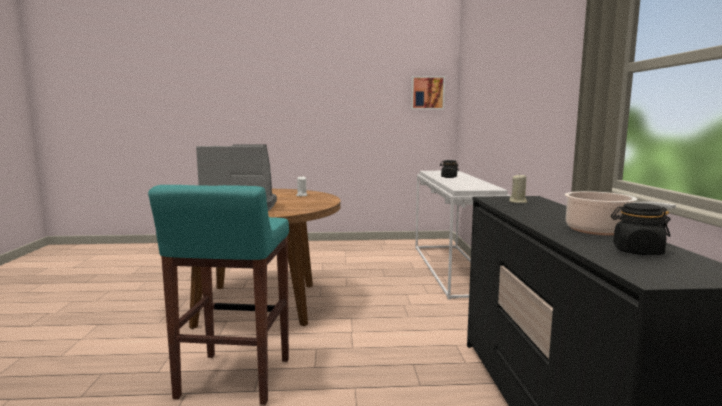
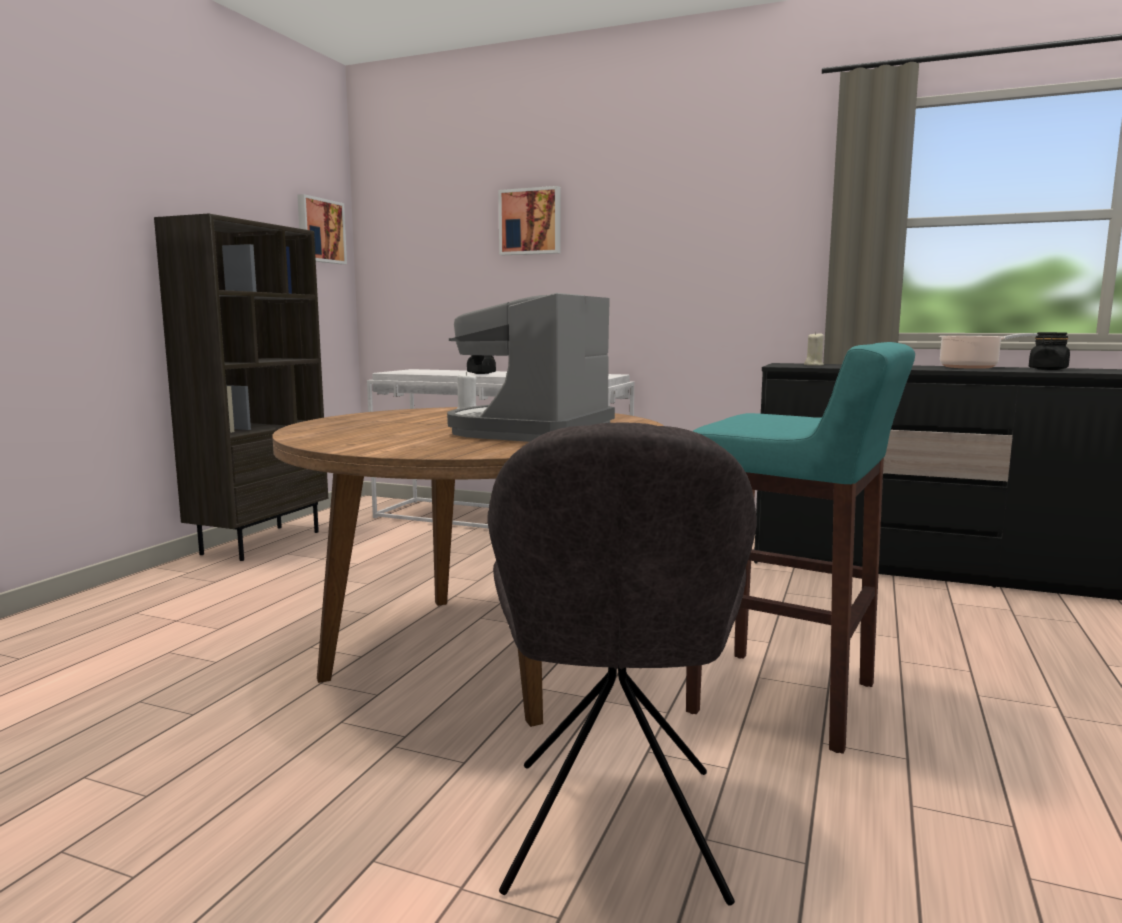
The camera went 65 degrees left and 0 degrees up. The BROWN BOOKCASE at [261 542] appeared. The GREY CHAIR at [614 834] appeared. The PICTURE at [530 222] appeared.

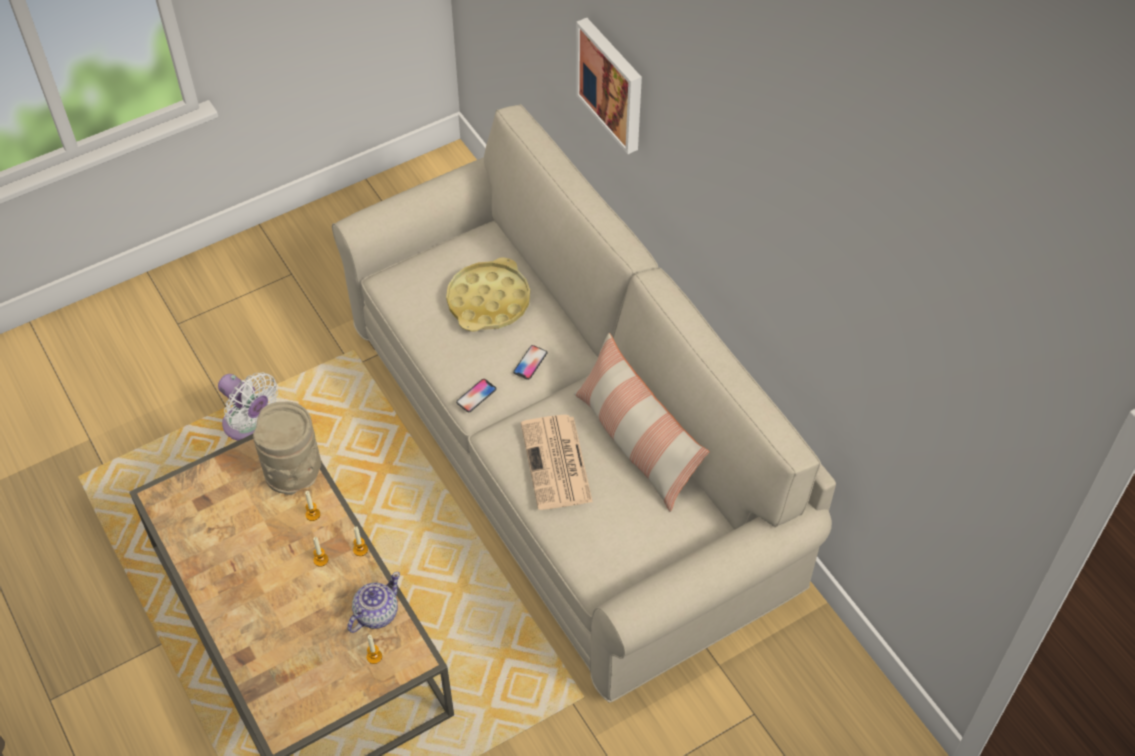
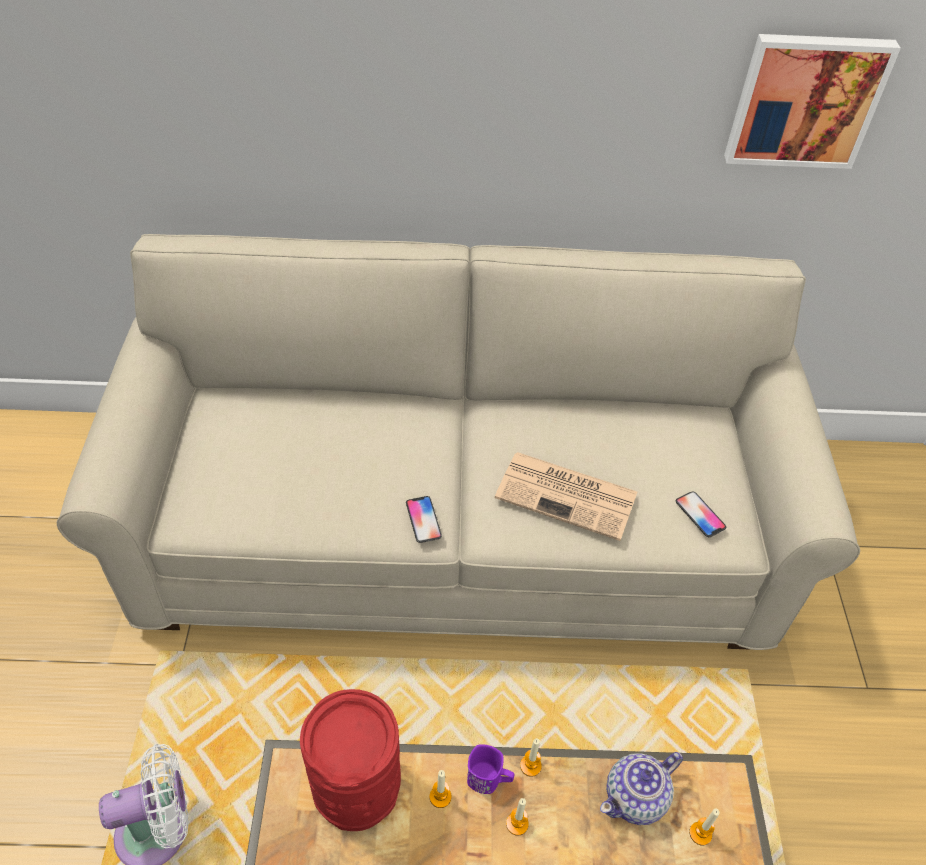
The camera went 60 degrees left and 5 degrees down. The BEIGE VASE at [294 472] became the RED VASE at [358 785]. The PURPLE MUG at [489 779] appeared. The TEAPOT at [375 613] turned 105 degrees counterclockwise. The PHONE moved from [530 363] to [700 515]. The PICTURE moved from [612 84] to [805 100]. The YELLOW TRAY at [488 301] disappeared. The PILLOW at [636 442] disappeared.

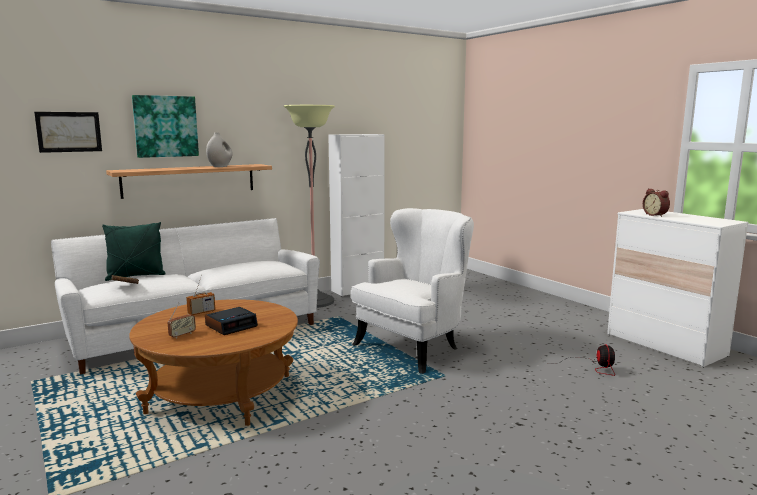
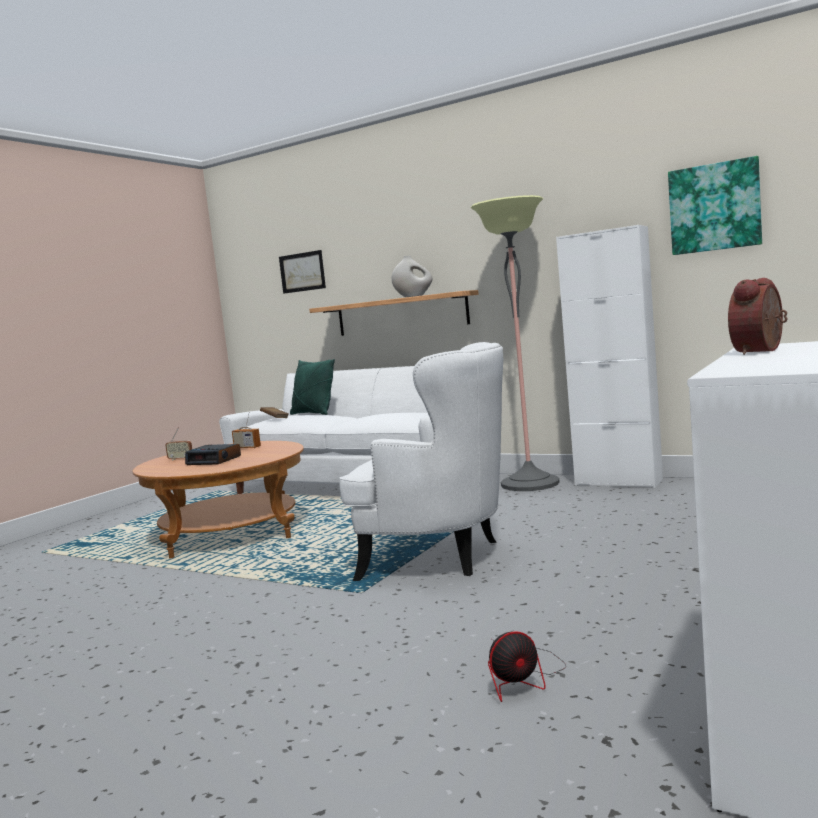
The camera went 65 degrees right and 5 degrees down. The PICTURE moved from [165 126] to [714 207].

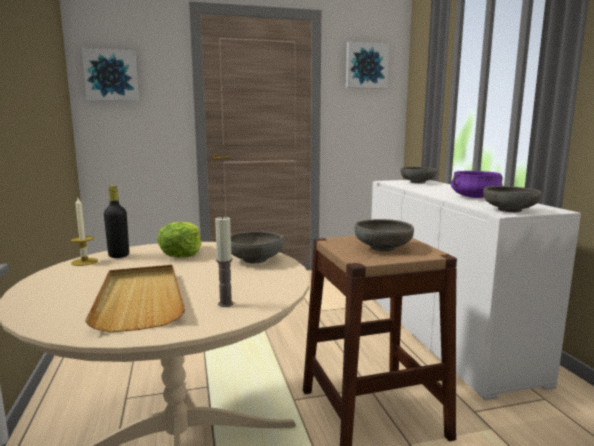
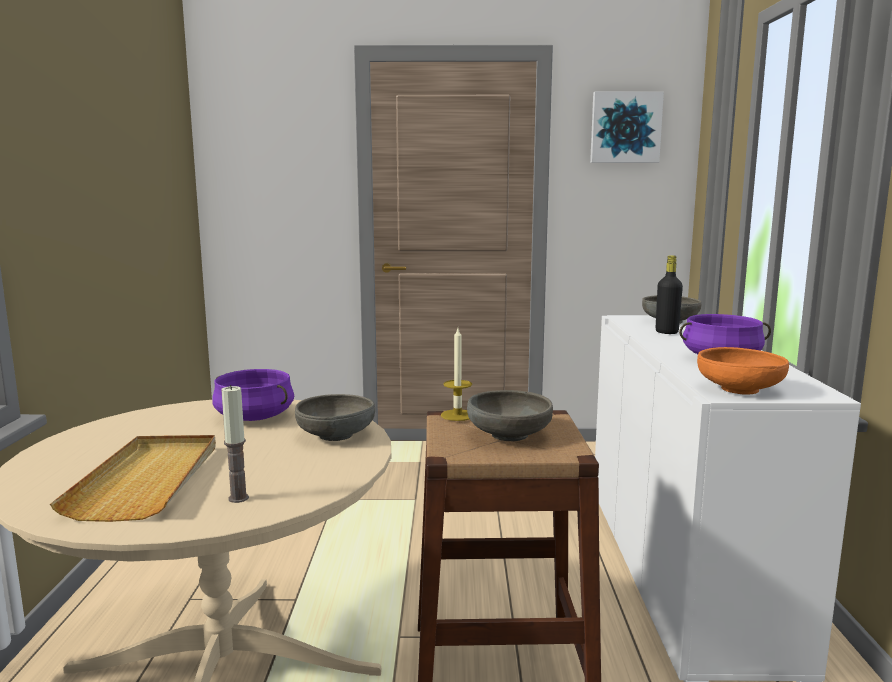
The camera went 15 degrees right and 0 degrees up. The LETTUCE at [182 253] was replaced by the PURPLE COOKING POT at [254 417]. The CANDLE moved from [84 262] to [457 415]. The BLACK BOTTLE moved from [119 255] to [666 332]. The GREY BOWL at [509 210] became the ORANGE BOWL at [739 389]. The PICTURE at [111 75] disappeared.

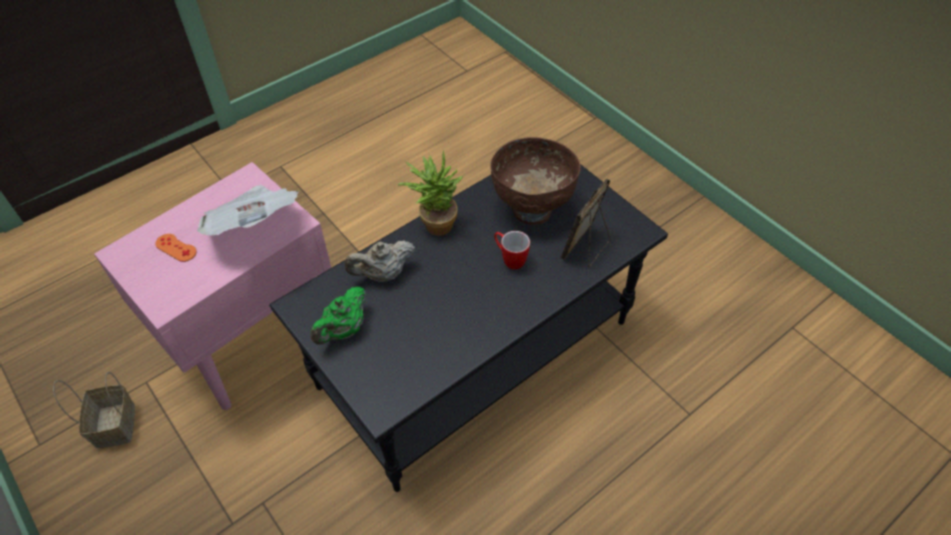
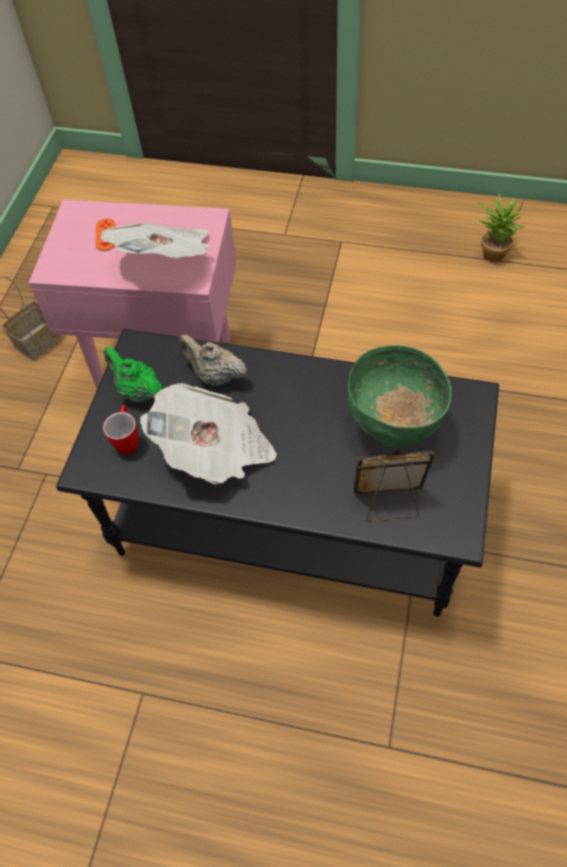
The camera went 55 degrees right and 5 degrees up. The GREEN TEAPOT at [343 330] turned 45 degrees clockwise. The MUG moved from [509 259] to [128 440]. The NEWSPAPER at [215 451] appeared. The BROWN BOWL at [532 208] became the GREEN BOWL at [393 428]. The POTTED PLANT moved from [434 223] to [493 251].

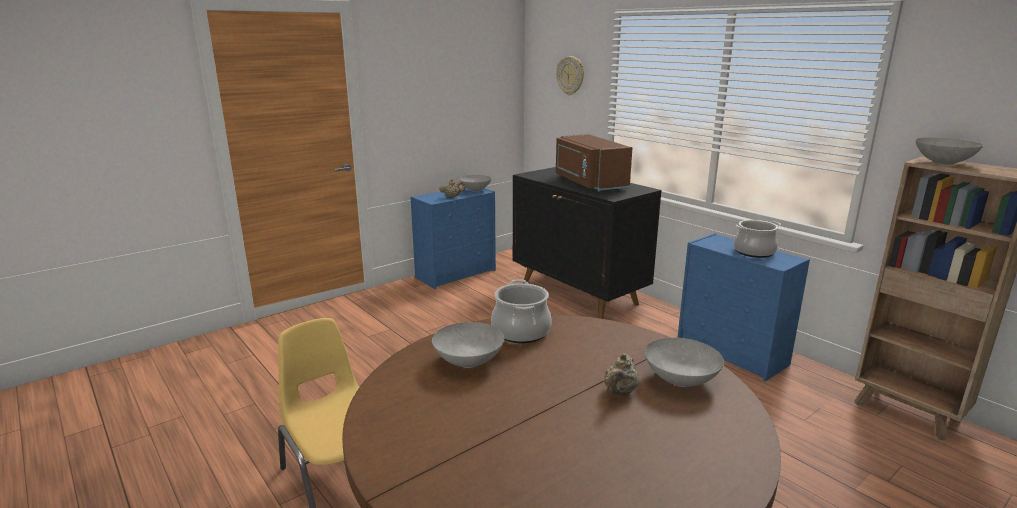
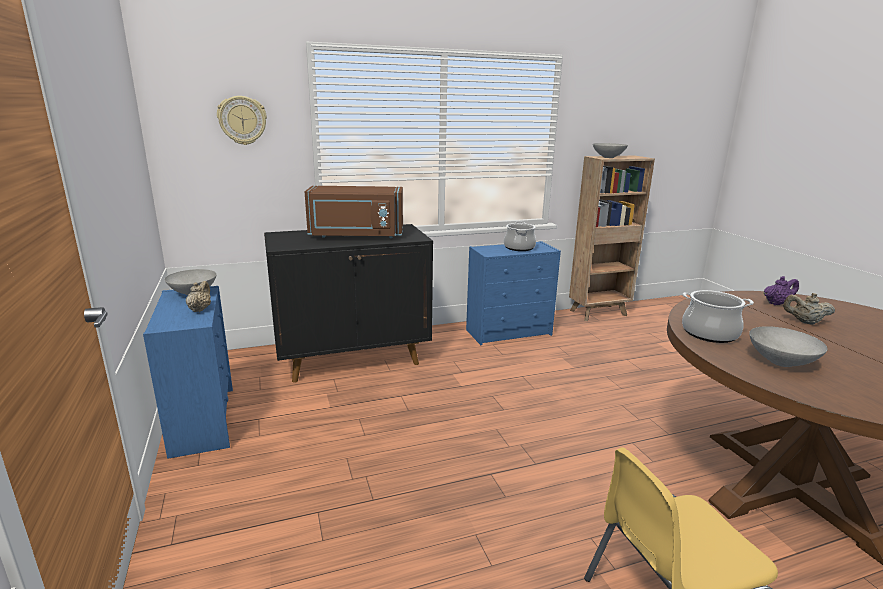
The camera went 70 degrees left and 0 degrees up. The GREY BOWL at [682 381] was replaced by the PURPLE TEAPOT at [777 303]. The BEIGE TEAPOT at [619 392] turned 150 degrees clockwise.

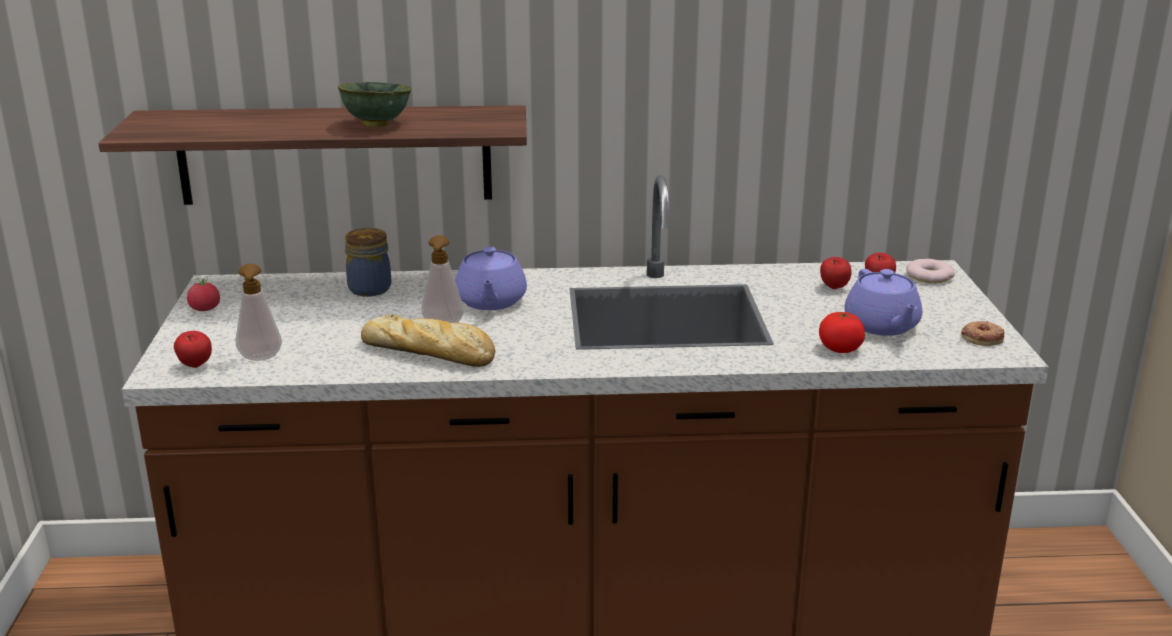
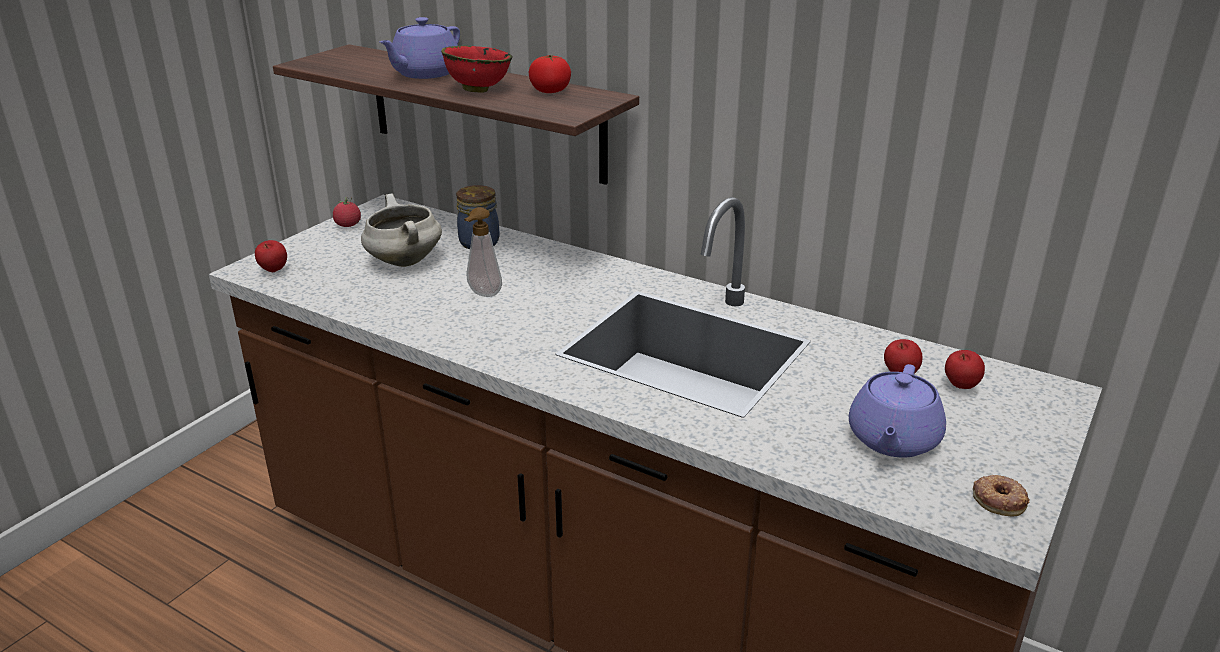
The camera went 35 degrees right and 5 degrees up. The WHITE COOKING POT at [403 261] appeared. The PURPLE TEAPOT moved from [490 302] to [424 73]. The GREEN BOWL at [375 125] became the RED BOWL at [477 90]. The TOMATO moved from [840 349] to [550 91]. The SOAP DISPENSER at [260 359] disappeared. The BREAD at [430 353] disappeared. The DONUT at [929 276] disappeared.

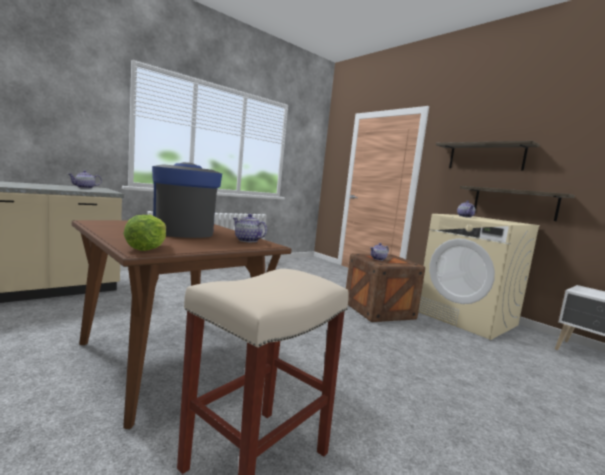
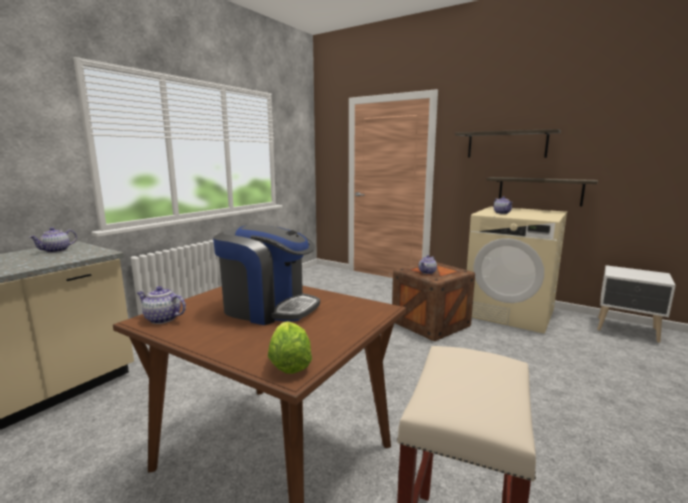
The camera went 15 degrees left and 5 degrees up. The TEAPOT moved from [247 240] to [162 319]. The COFFEE MACHINE at [183 231] turned 150 degrees clockwise.

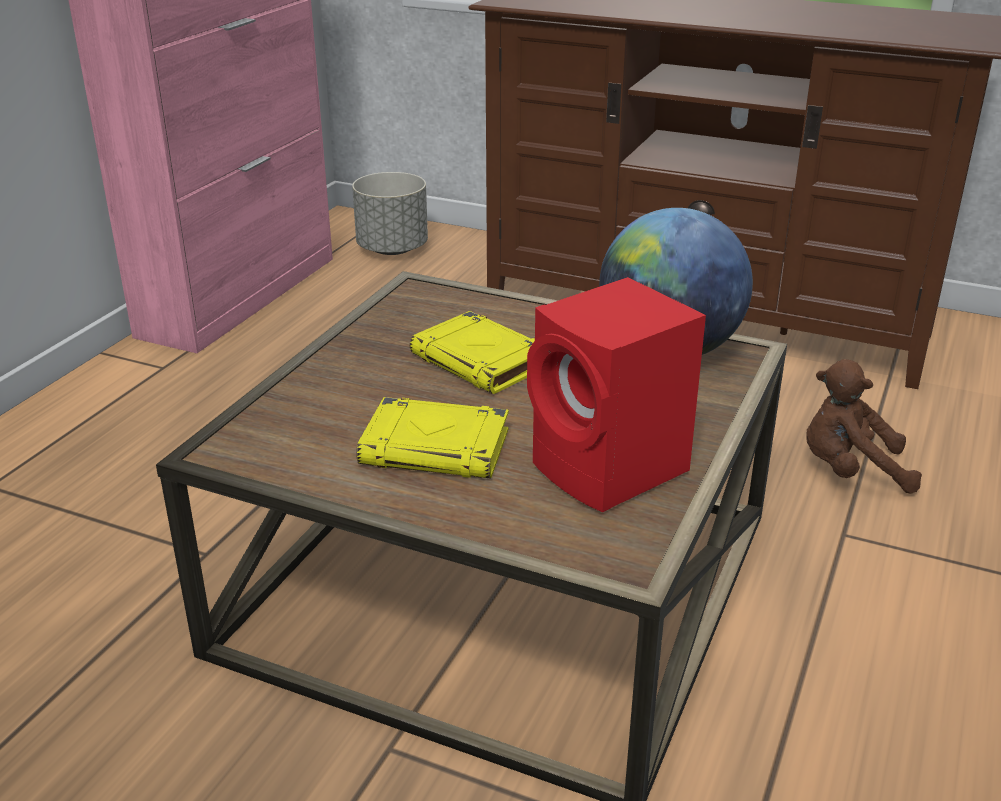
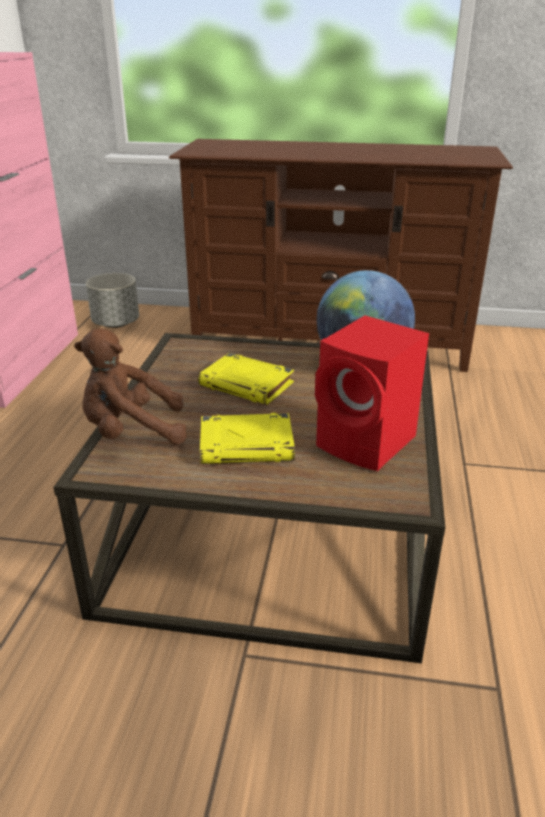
The camera went 15 degrees left and 0 degrees up. The BROWN PLUSH TOY moved from [850 471] to [131 432].

